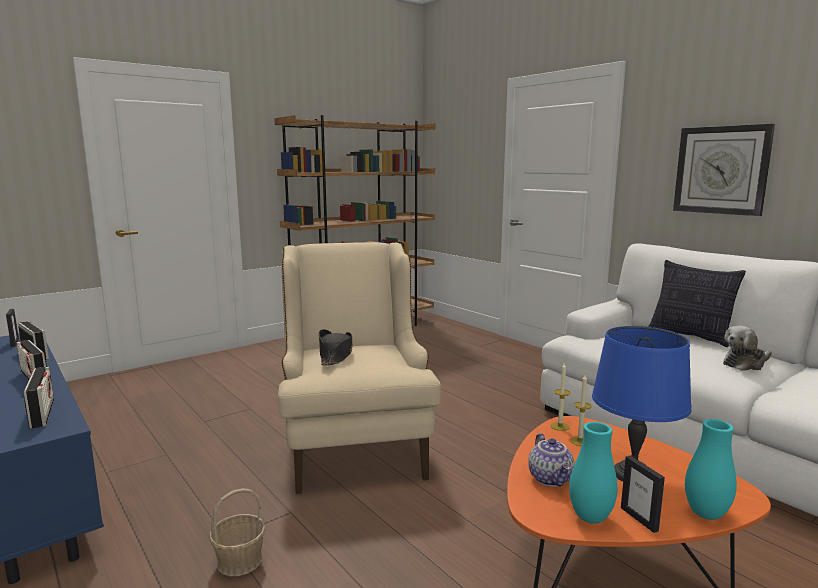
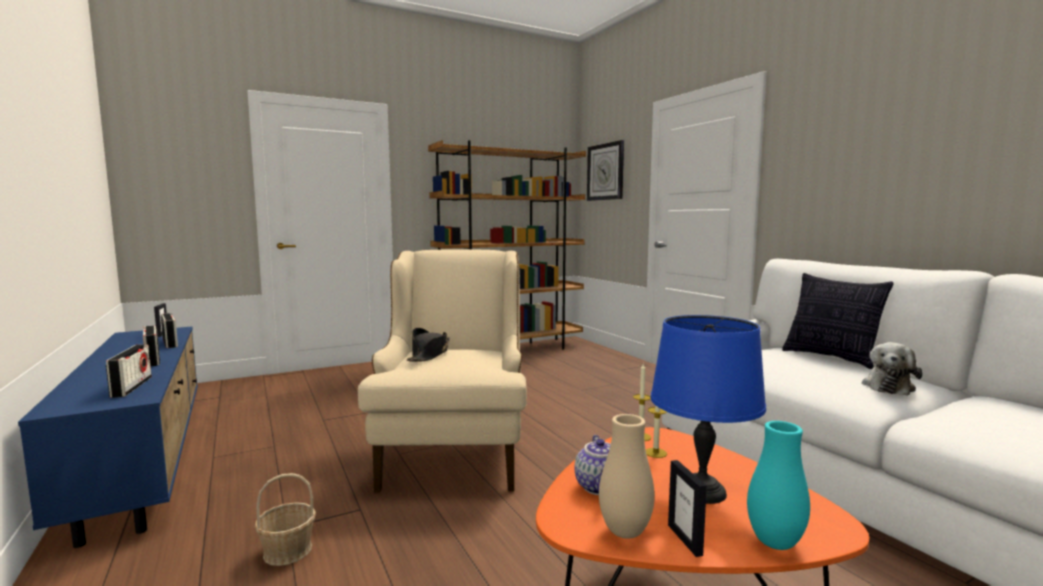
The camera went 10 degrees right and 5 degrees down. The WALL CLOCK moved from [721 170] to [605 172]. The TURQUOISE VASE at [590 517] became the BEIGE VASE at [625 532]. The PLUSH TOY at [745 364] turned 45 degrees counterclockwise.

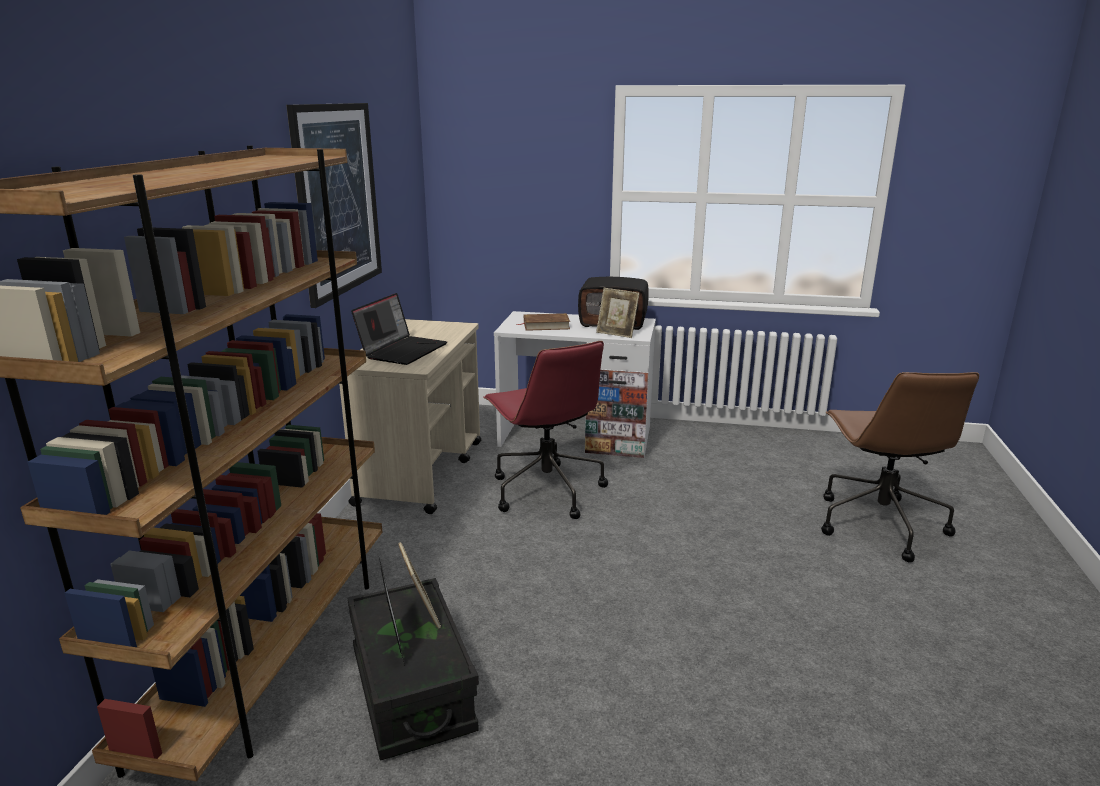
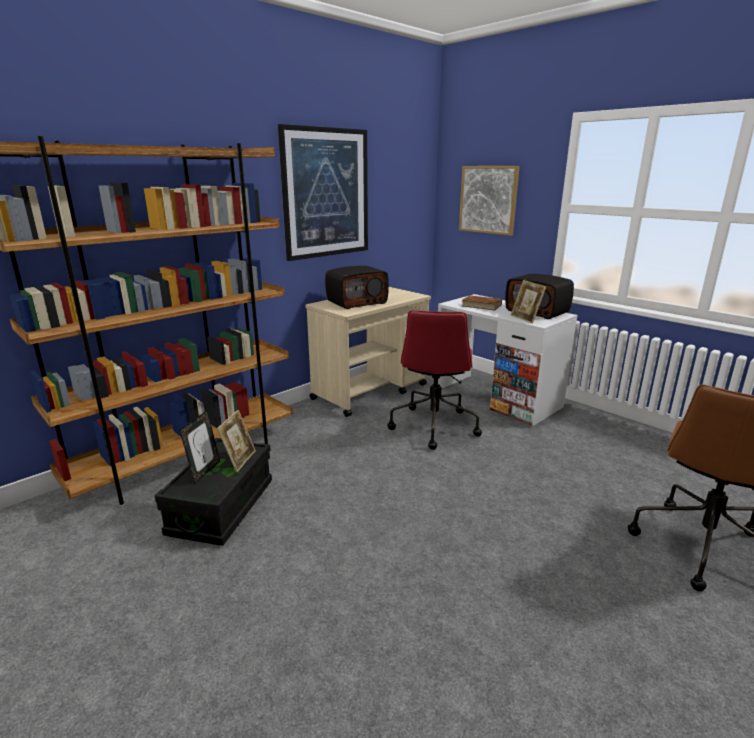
The camera went 35 degrees right and 0 degrees up. The LAPTOP at [402 350] was replaced by the RADIO at [357 302]. The PICTURE at [488 199] appeared.

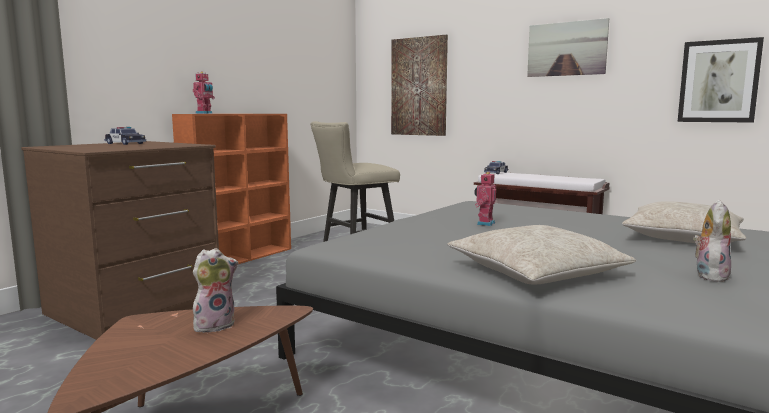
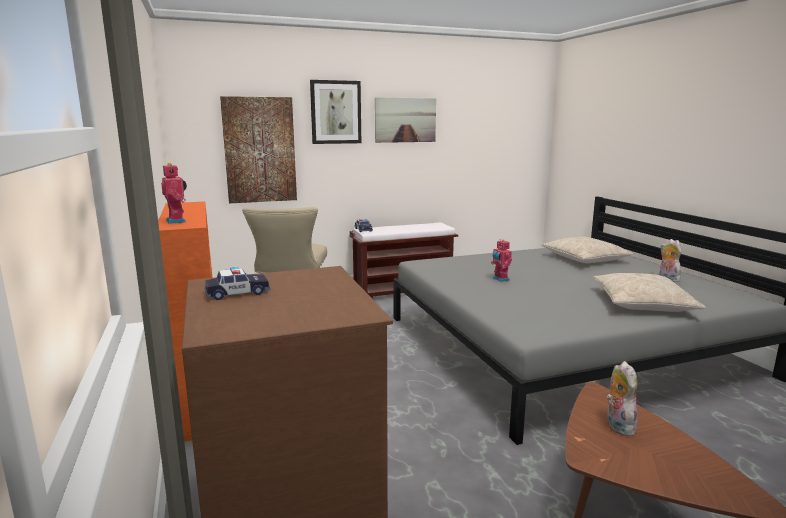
The camera went 55 degrees left and 5 degrees up. The PICTURE moved from [718 81] to [335 112].

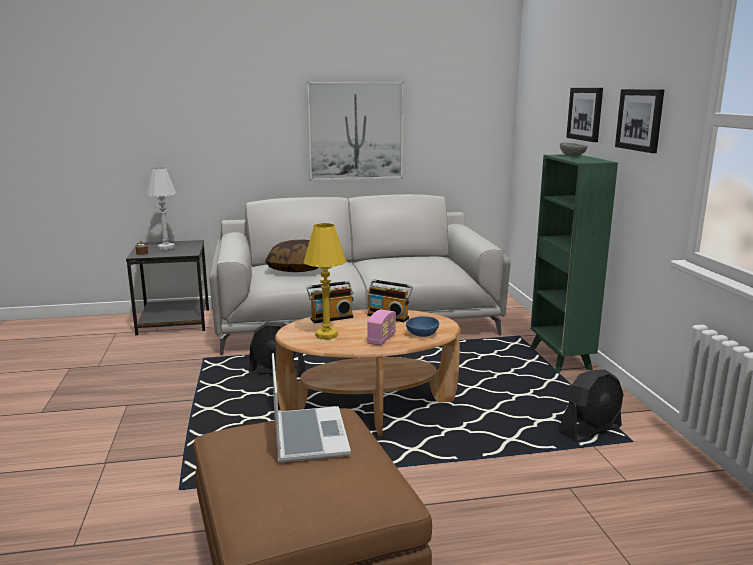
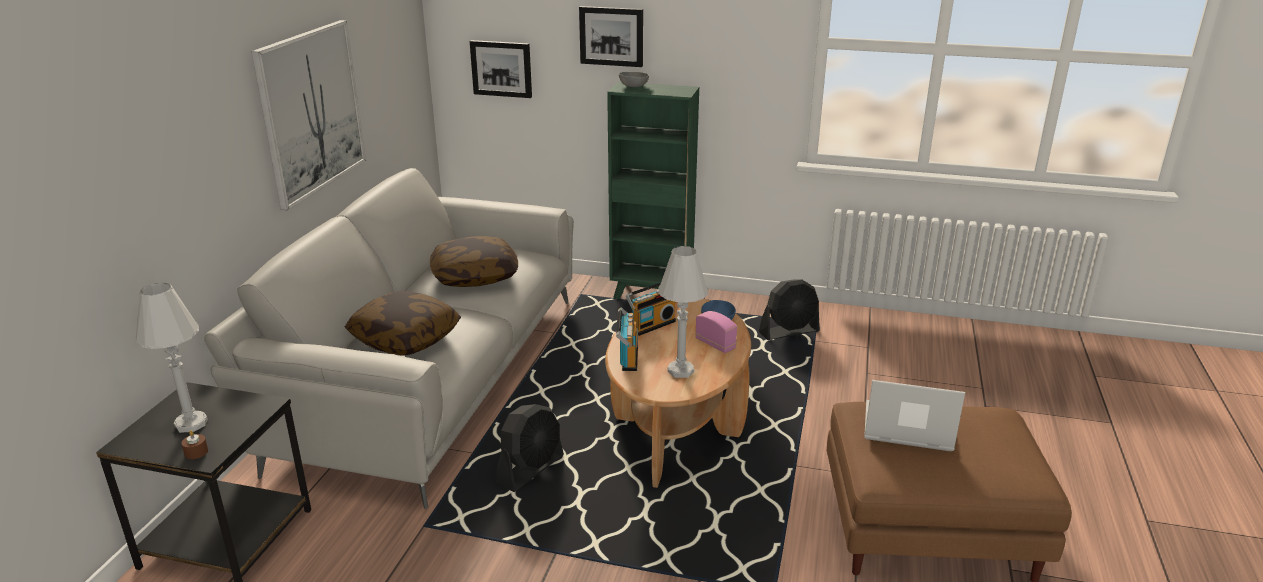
The camera went 65 degrees left and 10 degrees up. The PILLOW at [475 276] appeared. The PICTURE moved from [640 120] to [501 68]. The YELLOW TABLE LAMP at [326 335] became the WHITE TABLE LAMP at [680 371]. The BLACK FAN at [590 430] turned 75 degrees clockwise.

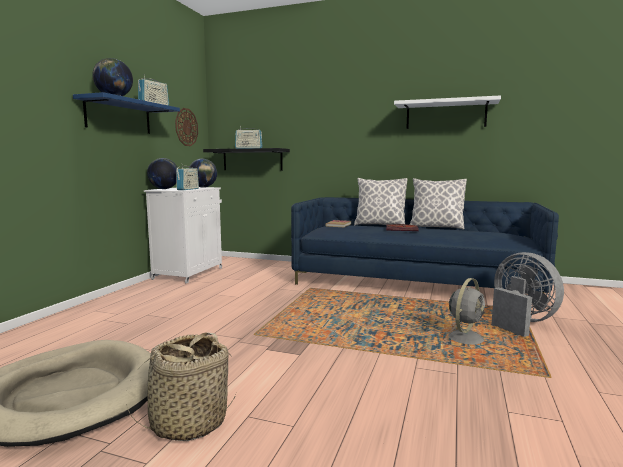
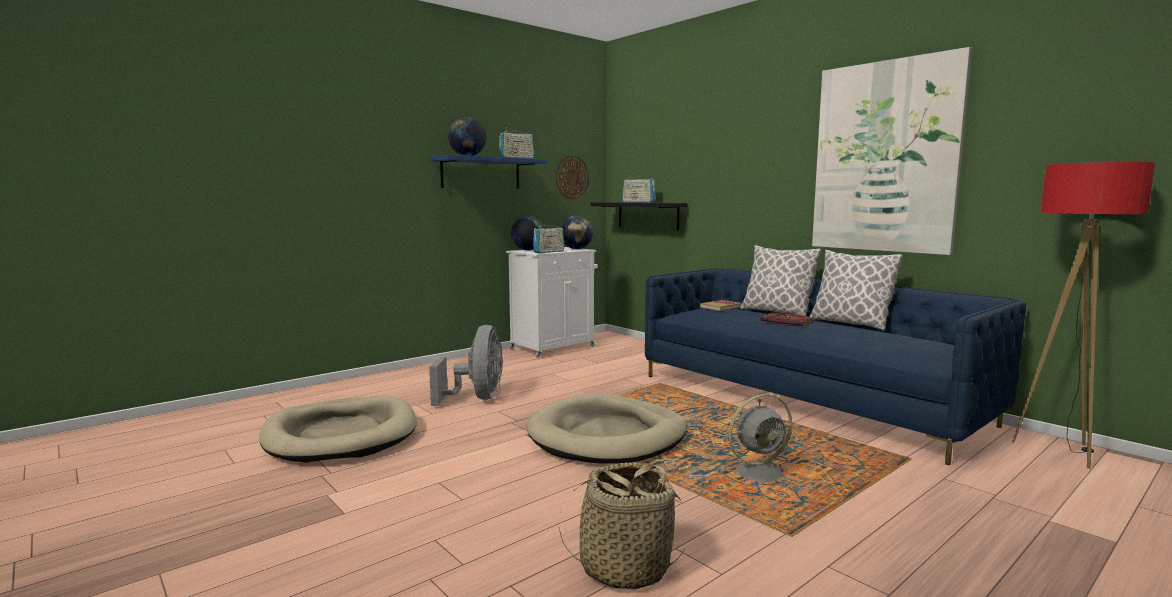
The camera went 30 degrees right and 0 degrees up. The GREY FAN moved from [520 322] to [477 398]. The BEIGE DOG BED at [607 436] appeared. The BASKET moved from [188 422] to [624 567]. The WHITE SHELF at [445 115] was replaced by the PICTURE at [884 157]. The FLOOR LAMP at [1061 451] appeared.

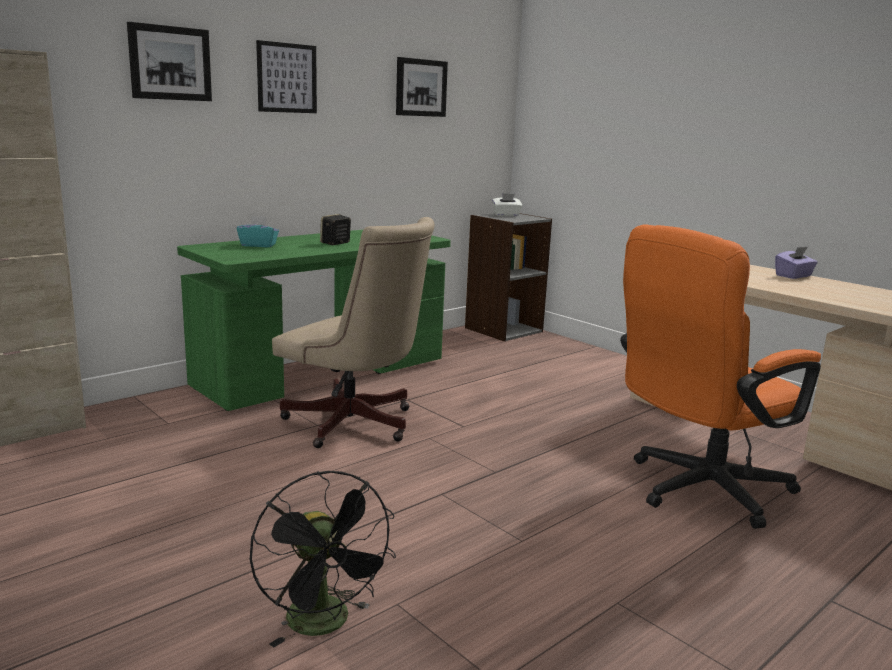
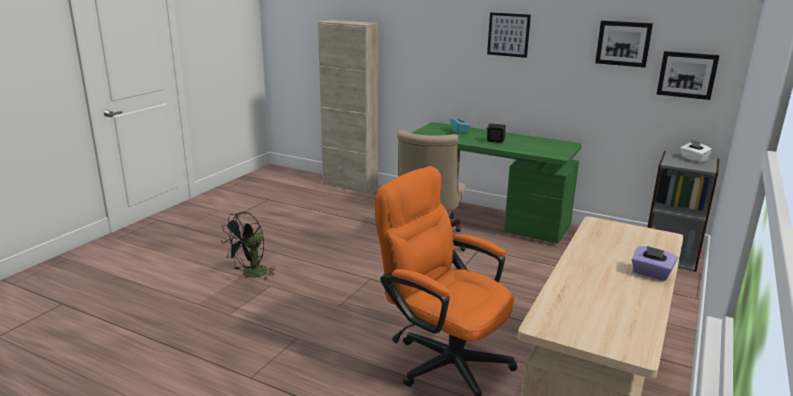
The camera went 70 degrees right and 5 degrees up. The PICTURE moved from [170 63] to [687 75].

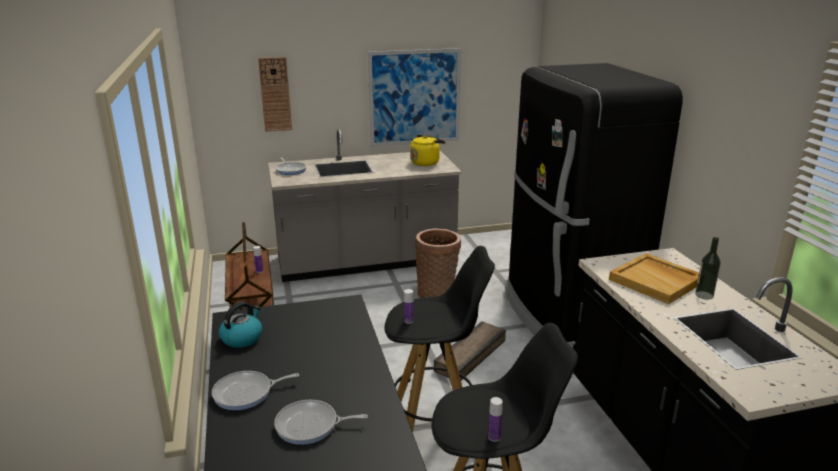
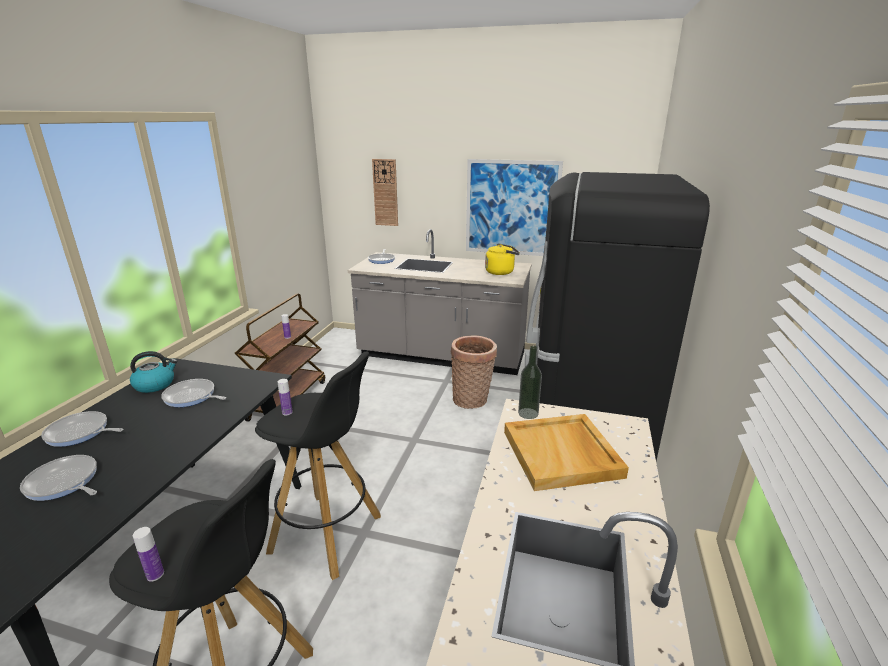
The camera went 30 degrees right and 0 degrees up. The FRYING PAN at [191 397] appeared. The BOTTLE moved from [704 295] to [528 413]. The CRATE at [472 355] disappeared.

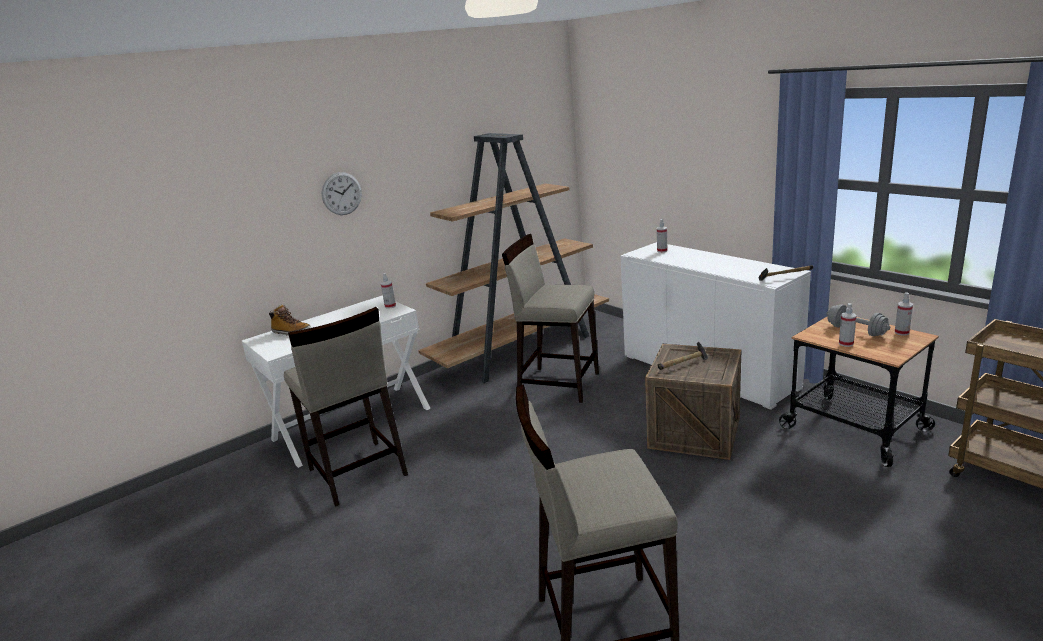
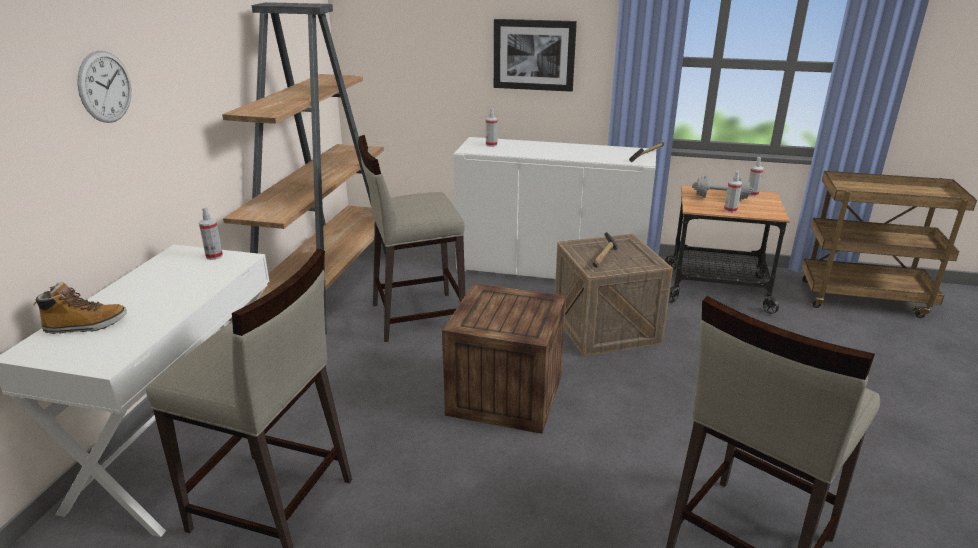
The camera went 40 degrees left and 5 degrees up. The CRATE at [505 394] appeared. The PICTURE at [534 55] appeared.

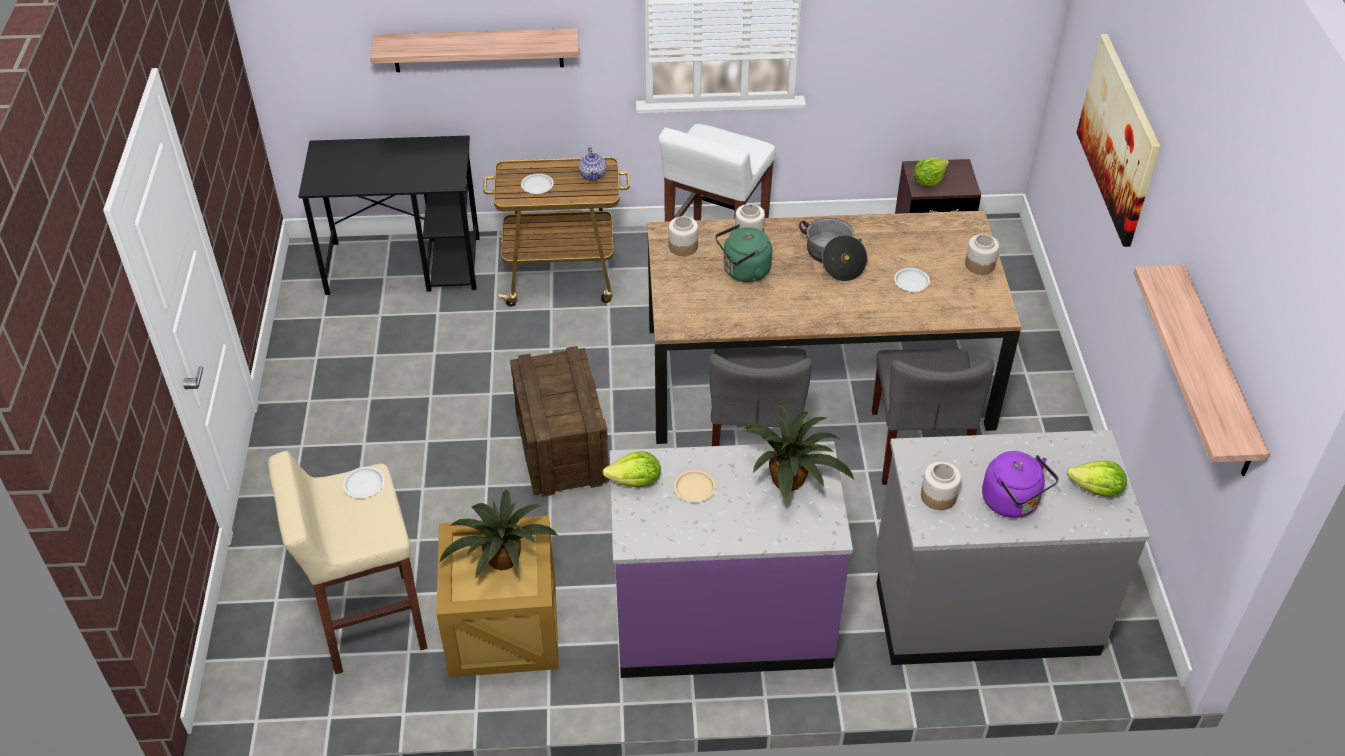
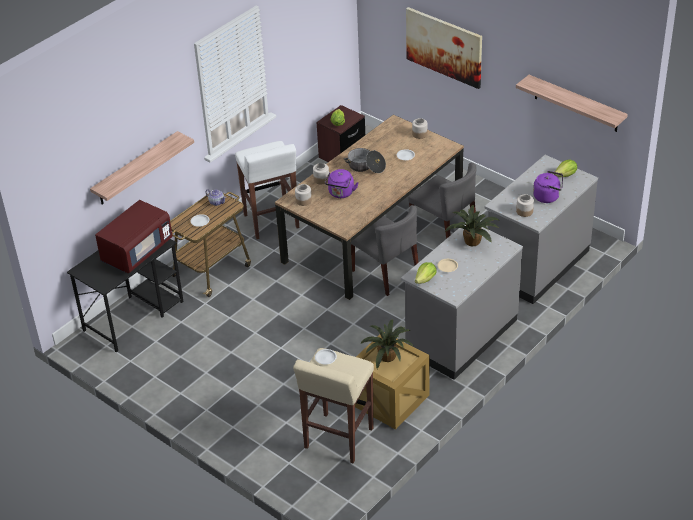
The camera went 45 degrees left and 5 degrees down. The RED MICROWAVE at [137 252] appeared. The GREEN KETTLE at [743 272] became the PURPLE KETTLE at [341 193]. The PURPLE COUNTER at [722 620] became the GREY COUNTER at [460 335]. The CRATE at [561 447] disappeared.

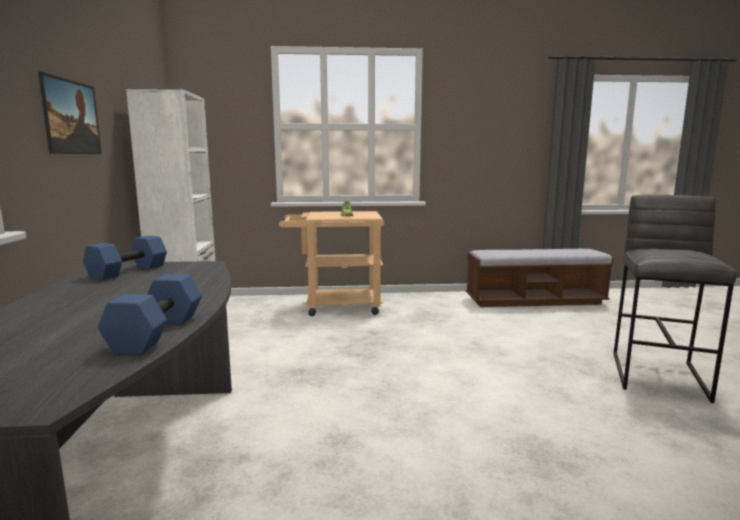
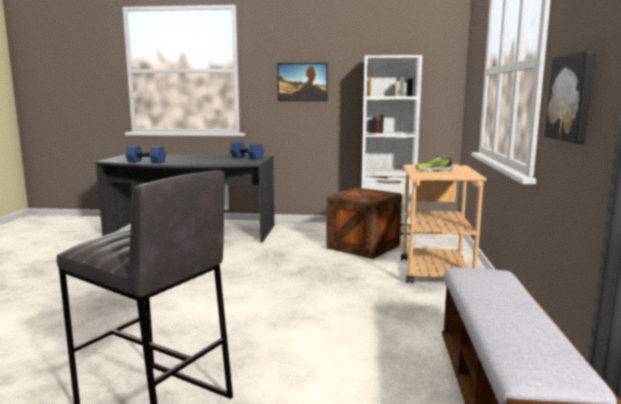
The camera went 100 degrees right and 0 degrees up. The CRATE at [363 247] appeared. The PICTURE at [572 98] appeared.

